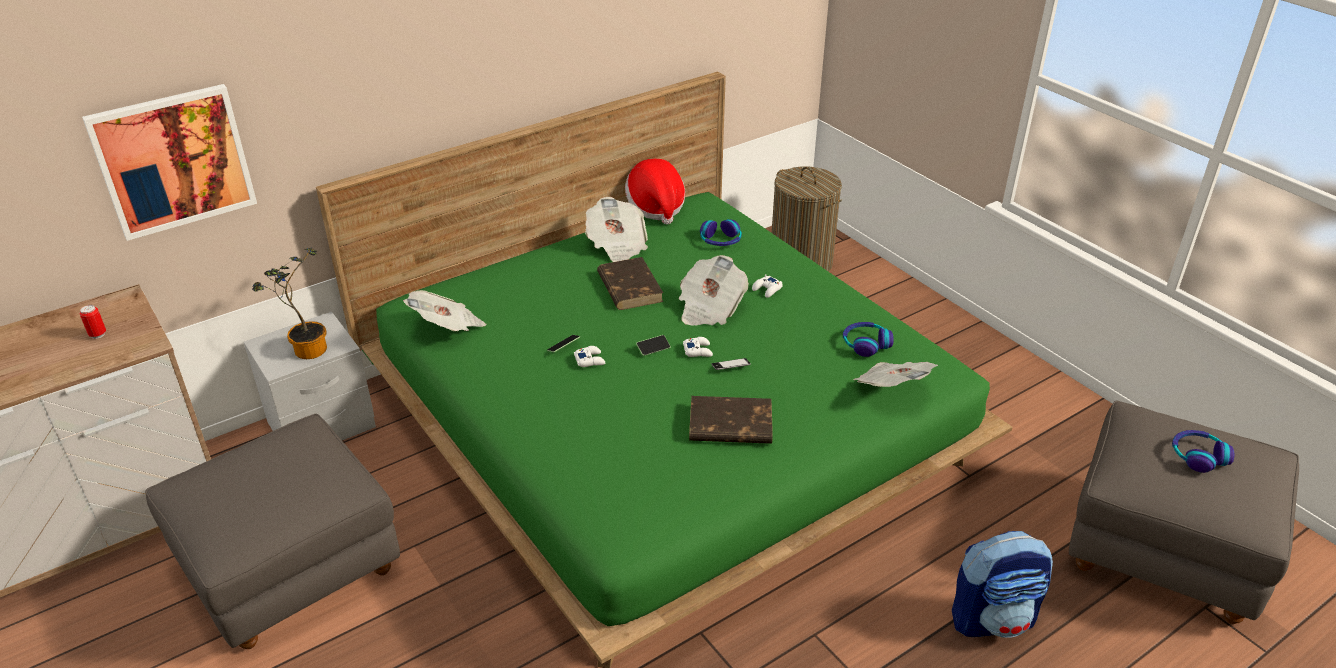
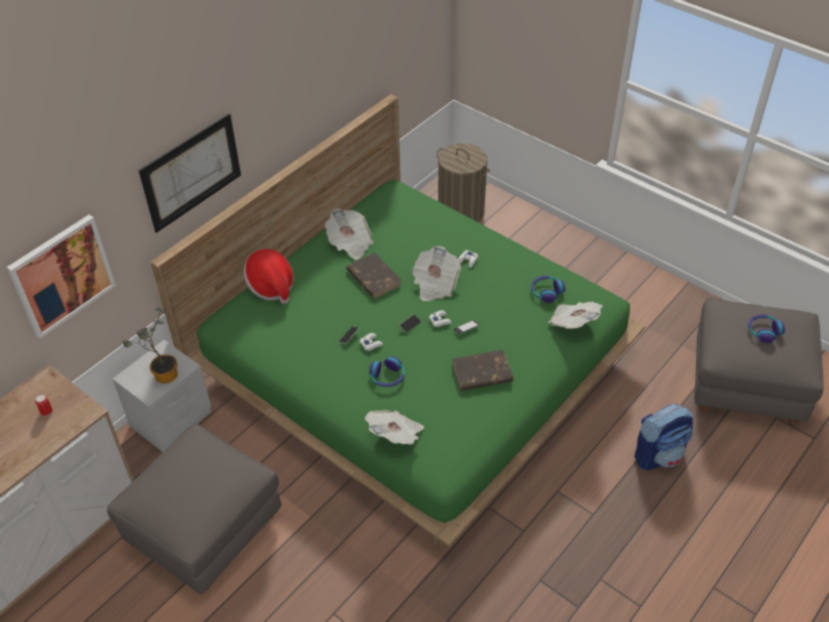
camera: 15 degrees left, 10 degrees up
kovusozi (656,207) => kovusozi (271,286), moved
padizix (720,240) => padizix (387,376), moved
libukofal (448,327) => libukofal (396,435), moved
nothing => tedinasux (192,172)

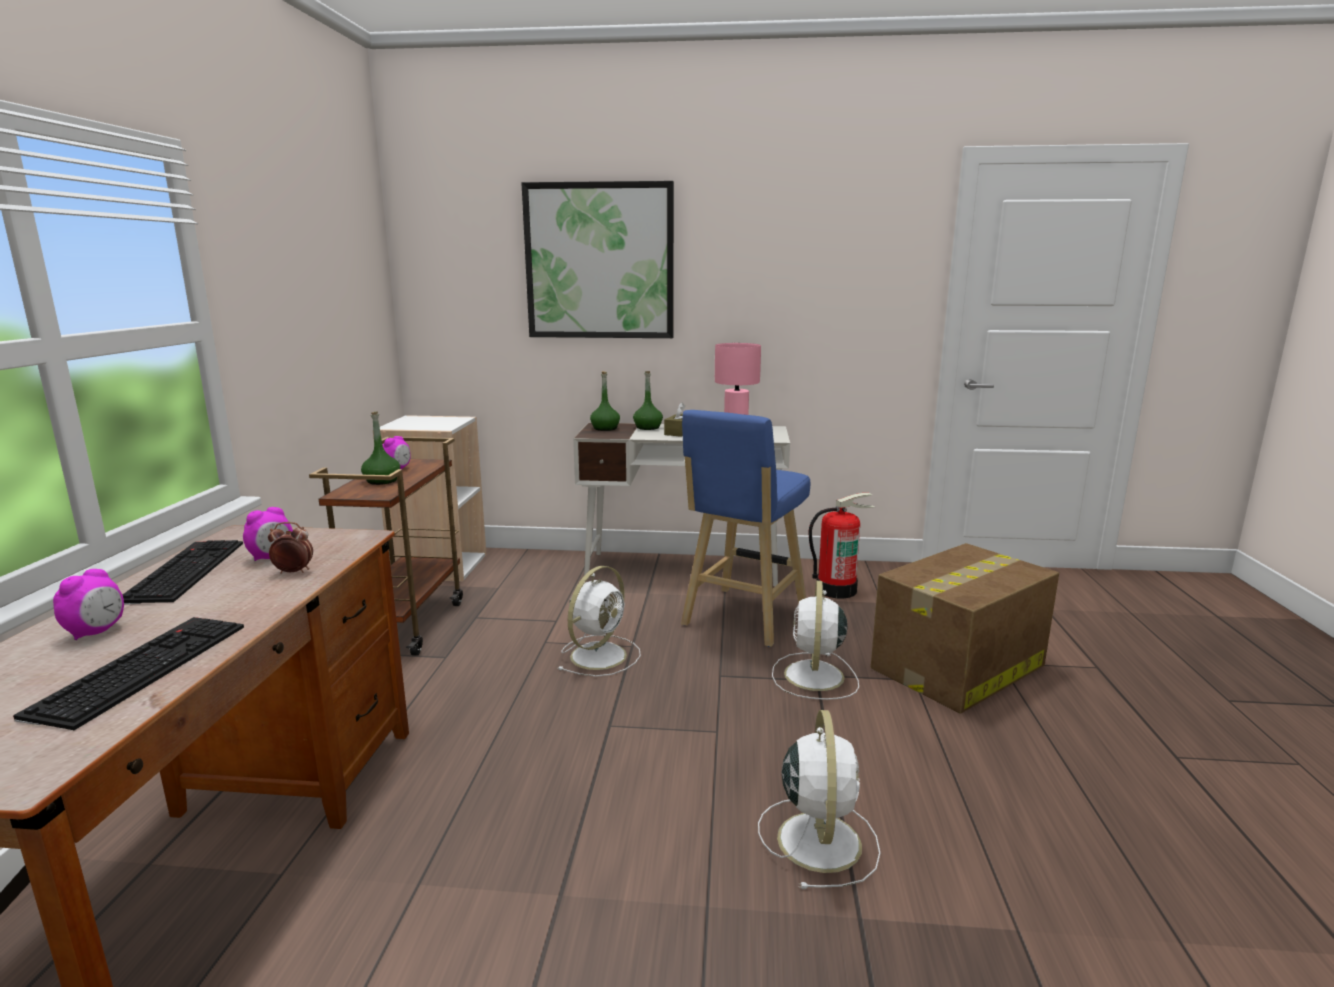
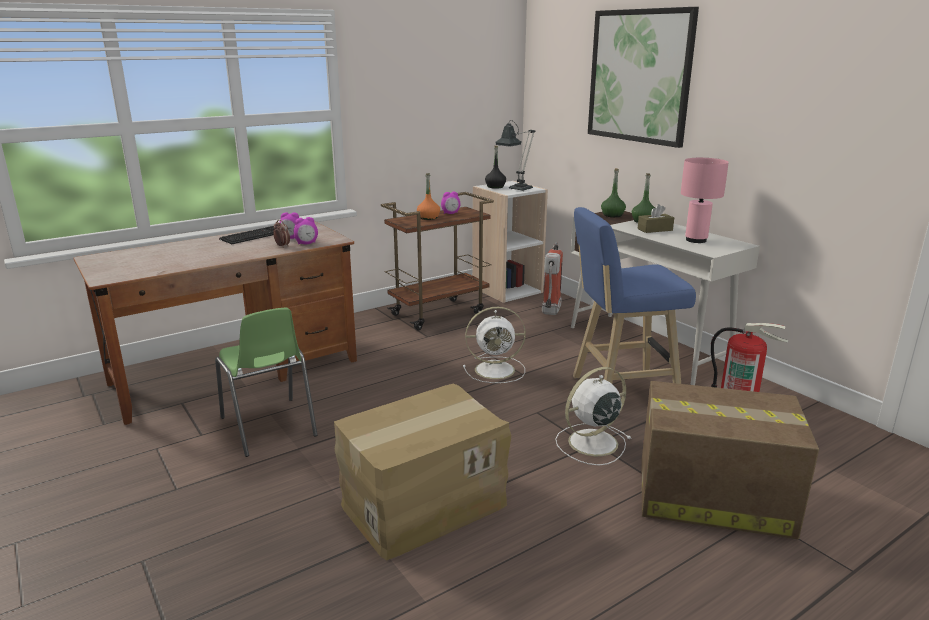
camera: 50 degrees right, 5 degrees up
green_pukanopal (382,481) => orange_pukanopal (428,218)
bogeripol (96,632) => bogeripol (306,244), moved
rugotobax (141,667) => nothing
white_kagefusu (818,839) => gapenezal (422,504)
nothing => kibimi (517,190)
nothing => black_pukanopal (495,187)
nothing => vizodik (550,312)
nothing => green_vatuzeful (269,427)

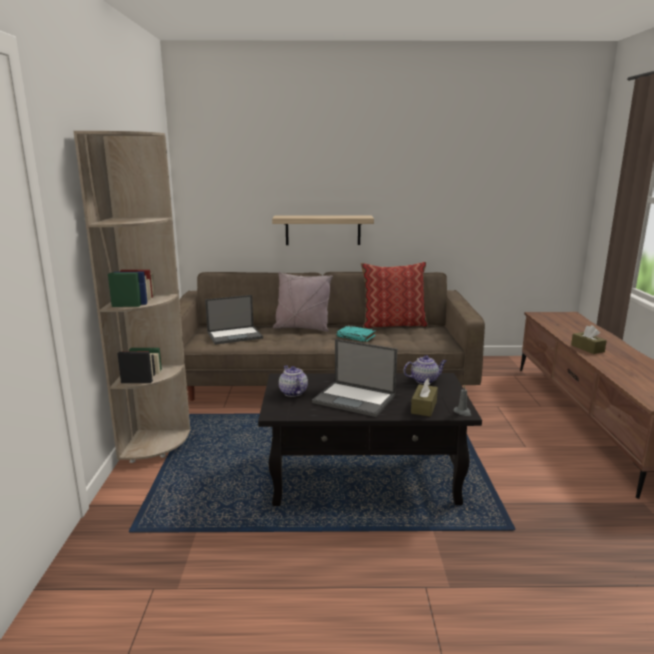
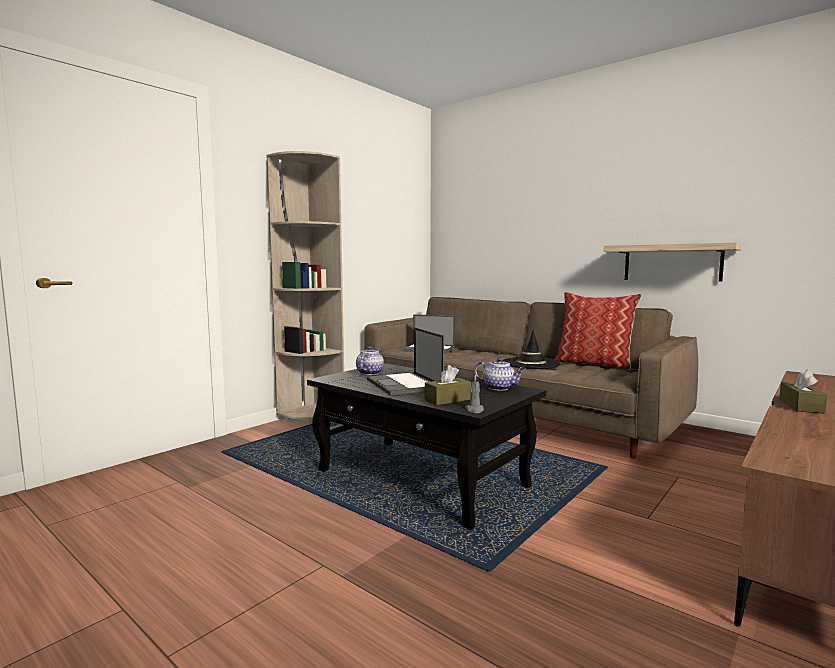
camera: 40 degrees right, 10 degrees down
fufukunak (323,230) => fufukunak (672,262), moved
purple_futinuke (302,328) => nothing
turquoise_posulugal (356,336) => black_kovusozi (531,363)

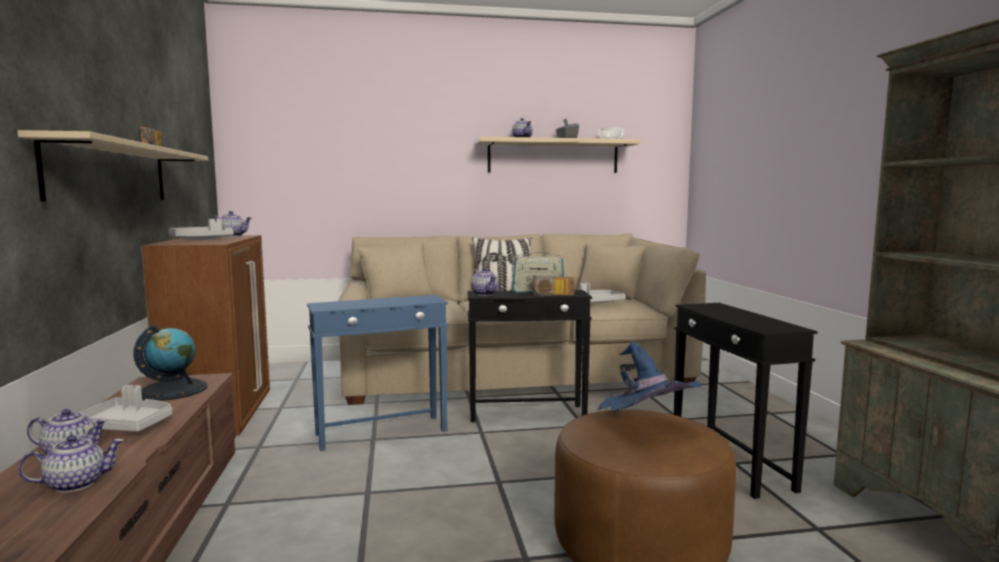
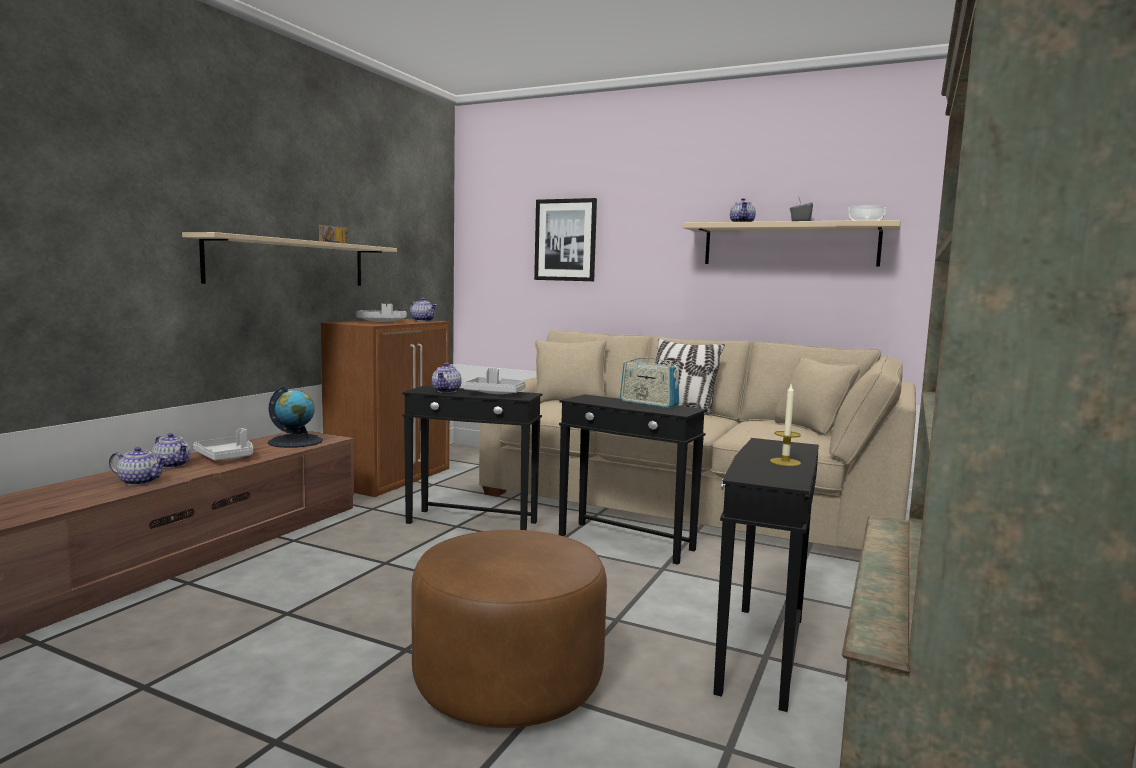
camera: 35 degrees right, 0 degrees up
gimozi (485,294) => gimozi (447,391), moved
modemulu (552,295) => nothing
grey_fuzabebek (597,302) => grey_fuzabebek (495,393), moved
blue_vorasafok (382,432) => black_vorasafok (472,523)
blue_kovusozi (645,426) => nothing
nothing => tedinasux (565,240)
nothing => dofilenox (785,462)

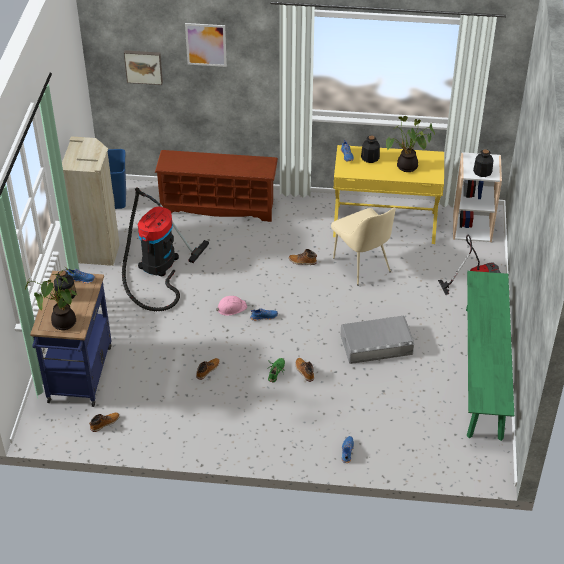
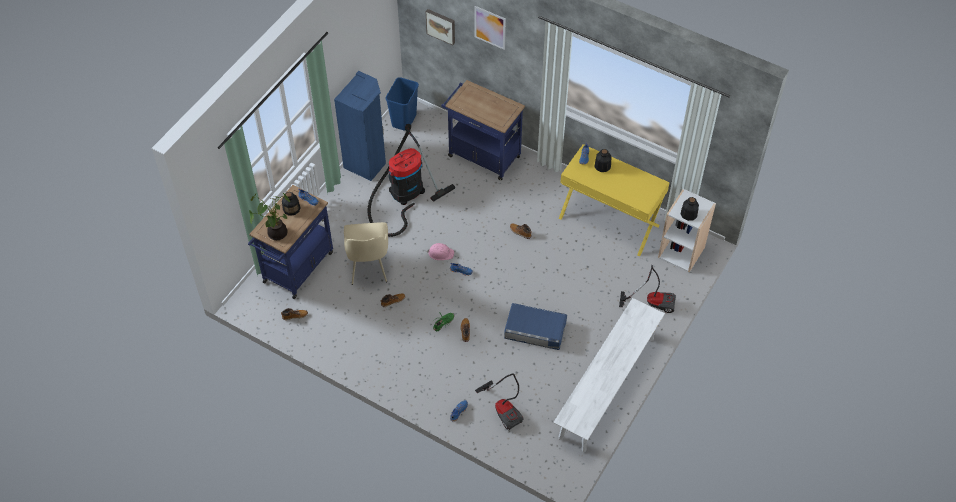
camera: 25 degrees right, 10 degrees up
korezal (406,167) => nothing
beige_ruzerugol (97,248) => blue_ruzerugol (367,161)
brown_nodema (219,206) => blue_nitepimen (482,156)
beige_vatuzeful (362,265) => beige_vatuzeful (369,267), moved
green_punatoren (483,371) => white_punatoren (607,387)
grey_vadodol (376,345) => blue_vadodol (535,330)
nothing => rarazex (504,409)

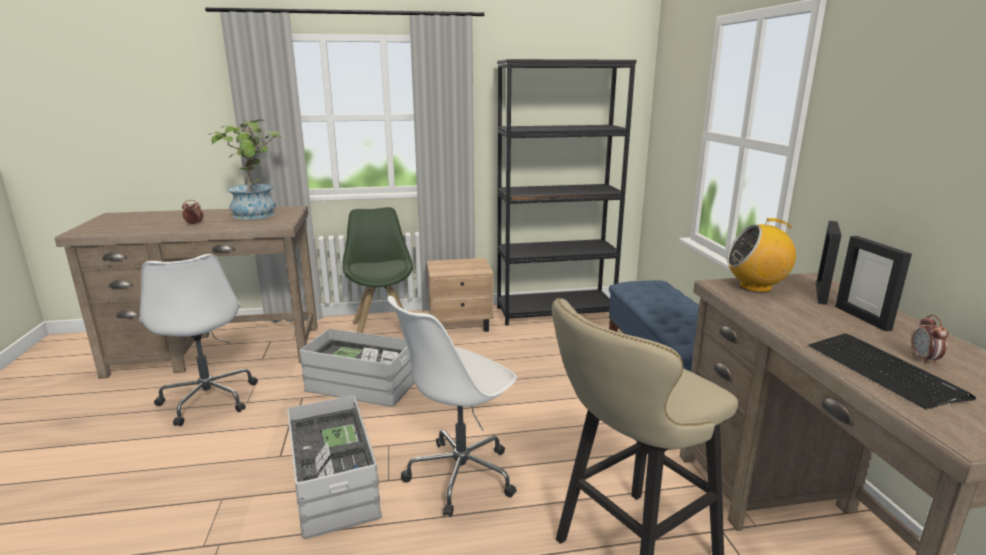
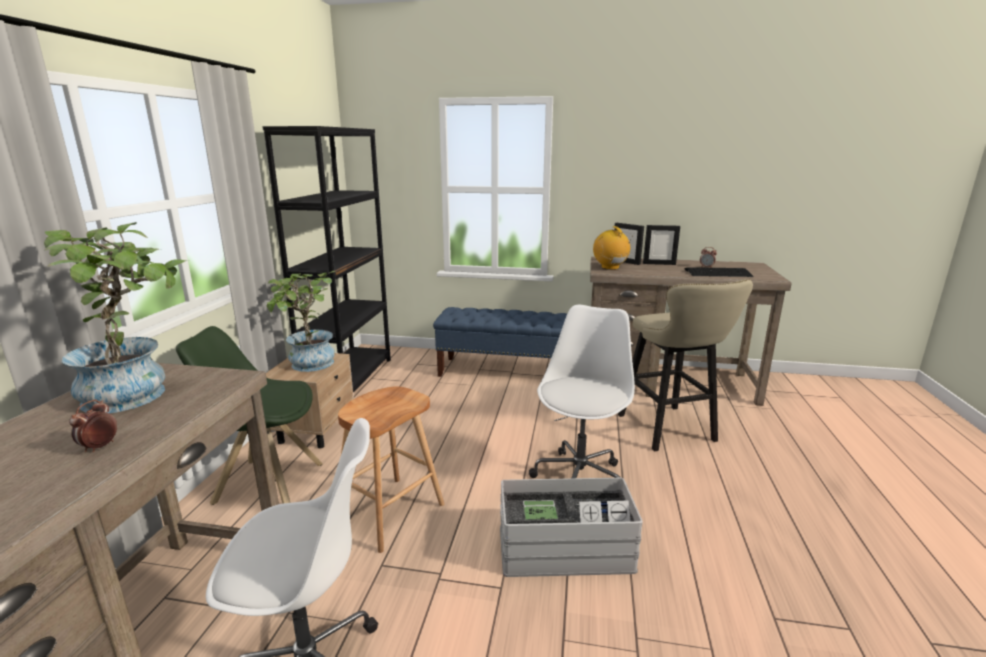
camera: 70 degrees left, 0 degrees up
modemulu (756,287) => modemulu (610,267), 135 degrees clockwise
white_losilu (458,477) => white_losilu (580,477), 135 degrees counterclockwise
grey_vadodol (361,384) => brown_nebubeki (389,513)
nothing => korezal (309,366)

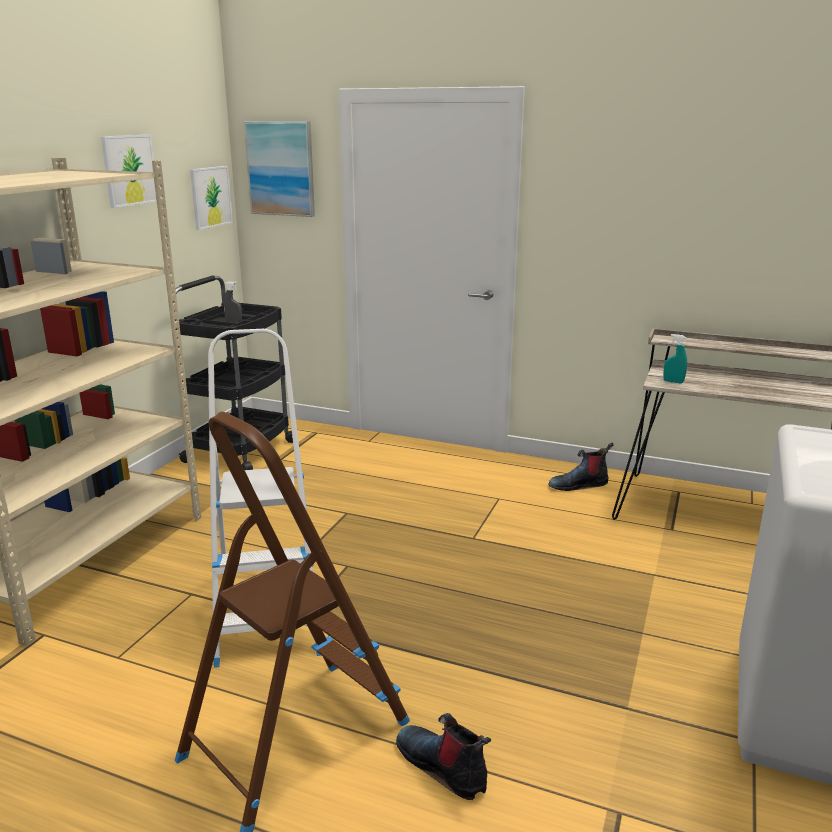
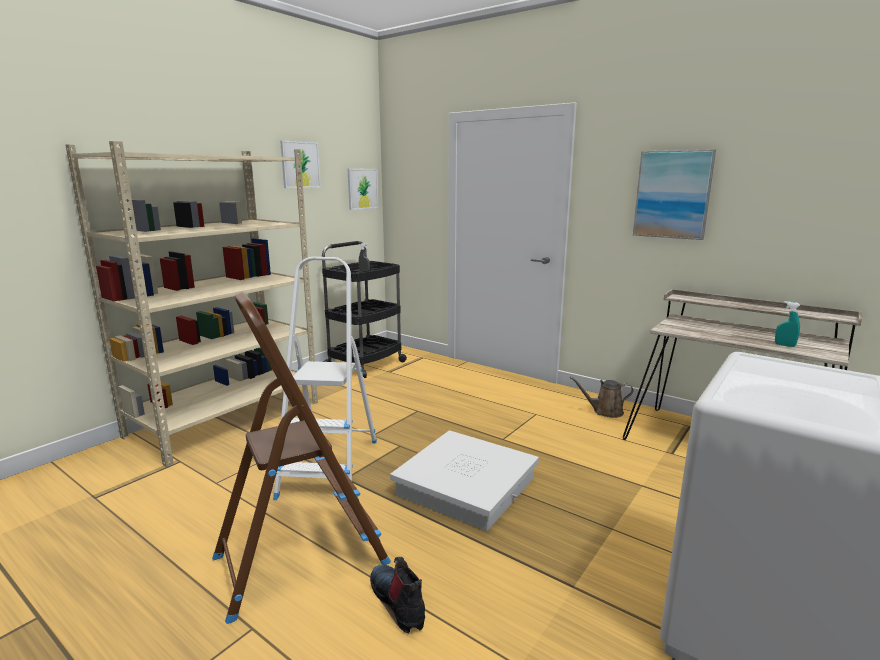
camera: 15 degrees right, 5 degrees down
tedinasux (281,168) => tedinasux (672,194), moved
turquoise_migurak (673,382) => turquoise_migurak (784,345), moved
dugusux (578,485) => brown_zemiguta (605,411)
nothing => white_vadodol (466,486)

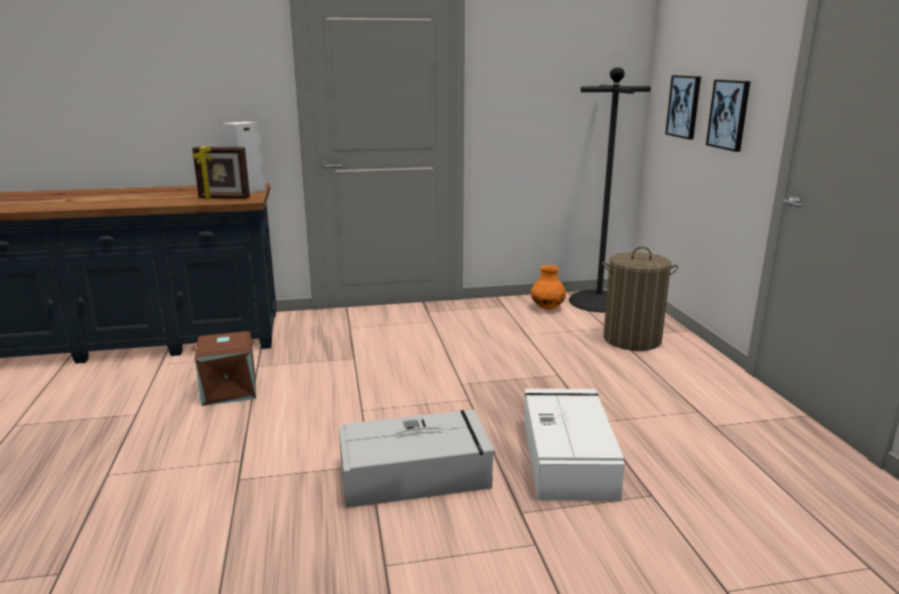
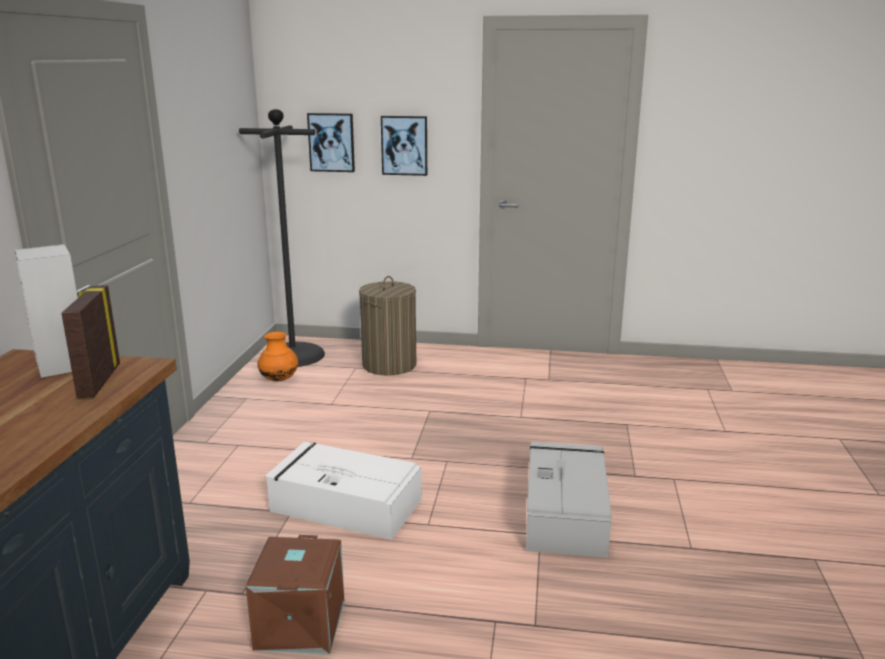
camera: 70 degrees left, 0 degrees up
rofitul (224,198) => rofitul (98,381), 150 degrees clockwise
white_vadodol (567,456) => white_vadodol (344,504), moved

